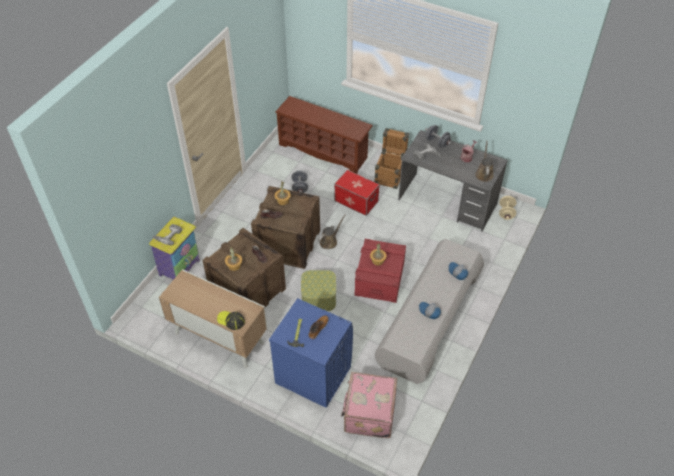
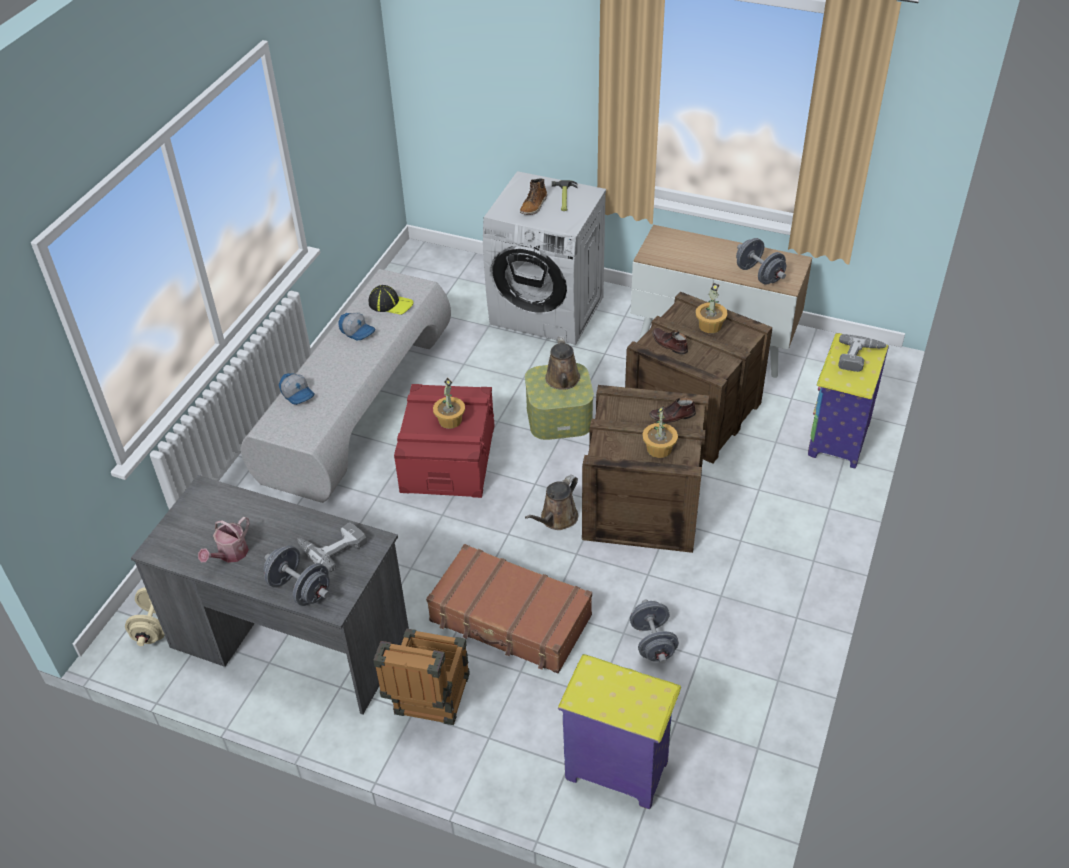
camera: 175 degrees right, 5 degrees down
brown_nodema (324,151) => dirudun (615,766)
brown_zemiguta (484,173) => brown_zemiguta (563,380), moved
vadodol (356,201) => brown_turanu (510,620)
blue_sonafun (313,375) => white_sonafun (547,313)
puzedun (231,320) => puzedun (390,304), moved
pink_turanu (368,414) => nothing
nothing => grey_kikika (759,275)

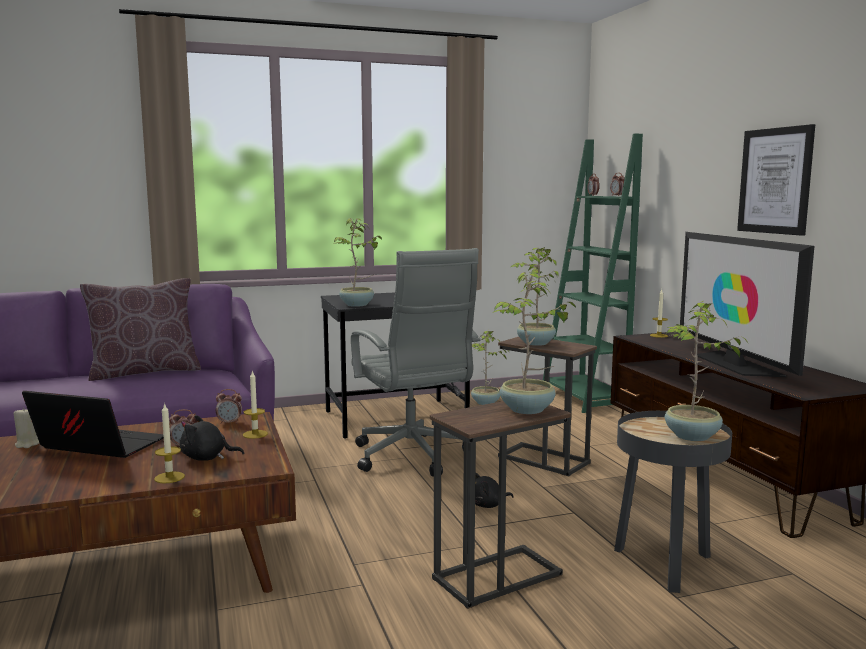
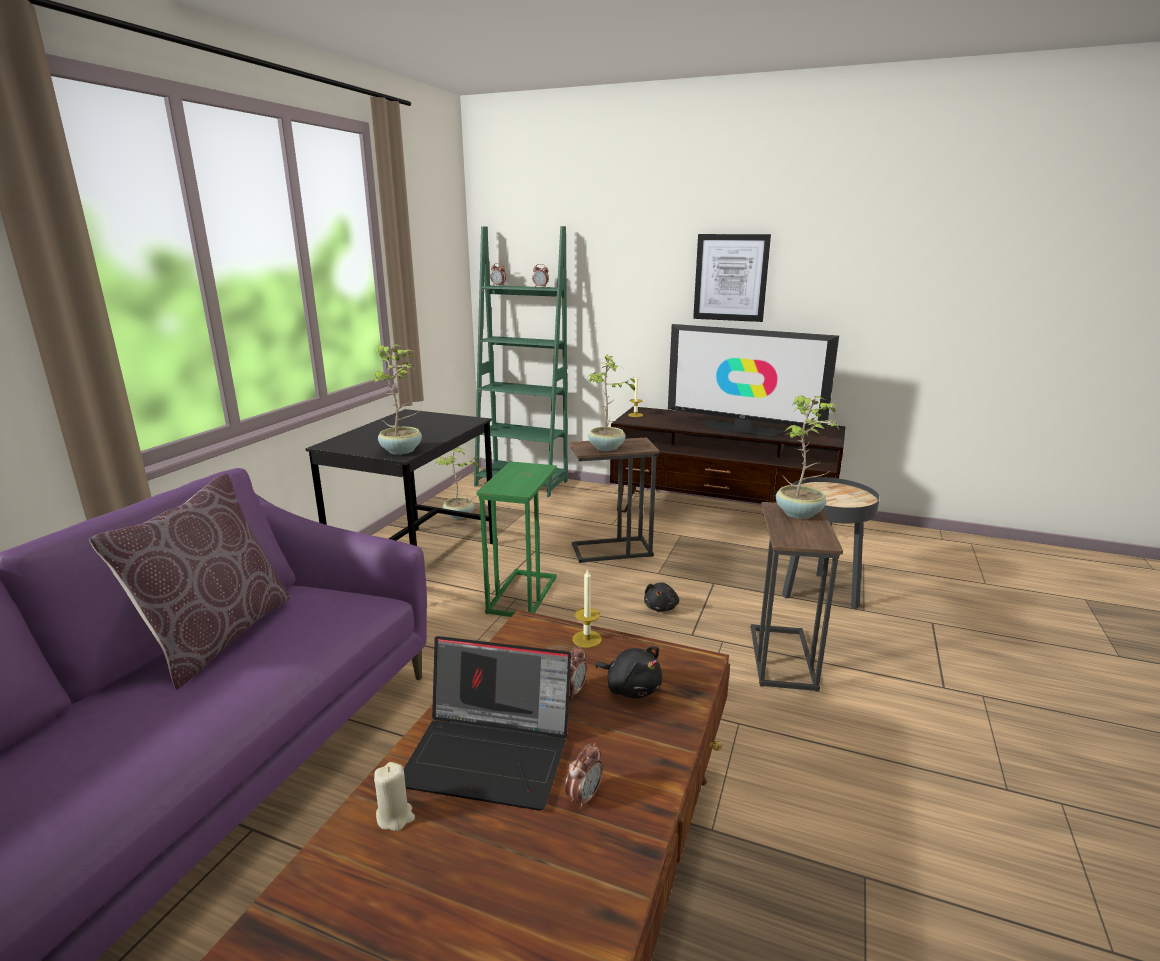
camera: 50 degrees left, 10 degrees up
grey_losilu (413,457) => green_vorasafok (522,595)
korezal (692,436) => nothing
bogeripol (229,423) => bogeripol (584,797), moved
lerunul (97,447) => lerunul (491,755), 135 degrees counterclockwise
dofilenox (169,477) => nothing
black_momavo (207,458) => black_momavo (631,688), 90 degrees counterclockwise

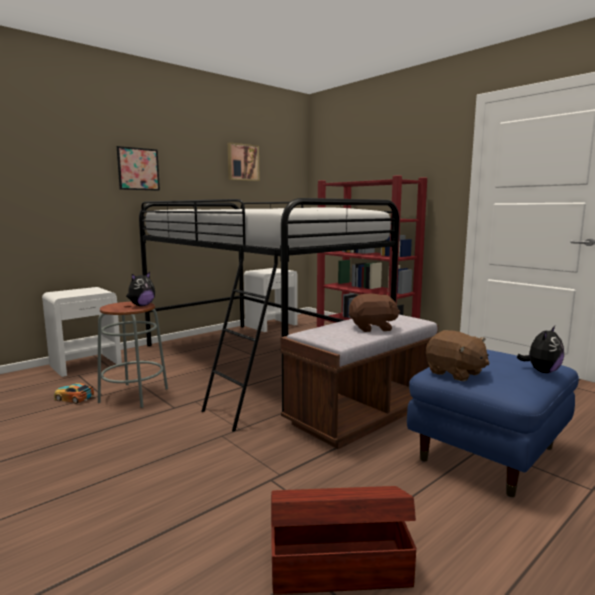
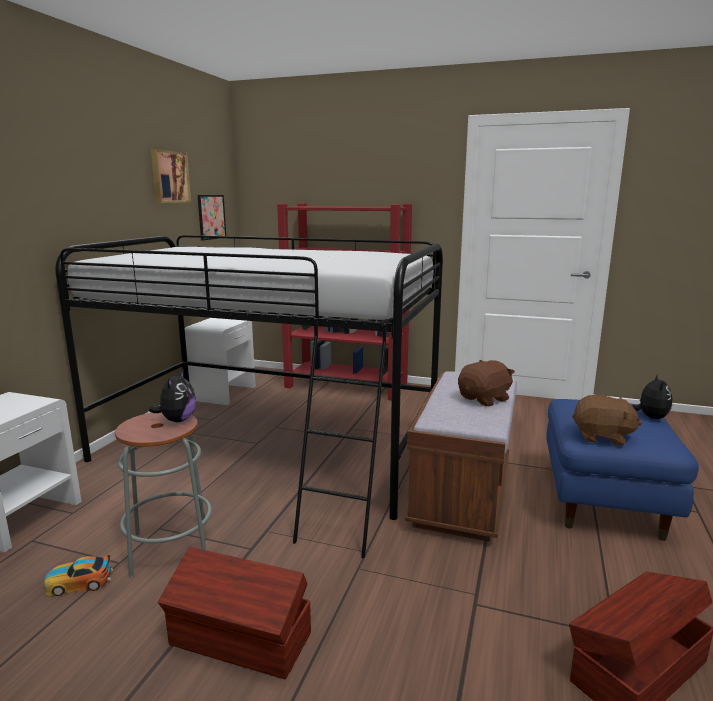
camera: 30 degrees left, 5 degrees up
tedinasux (138,169) => tedinasux (211,217), moved
nothing => brown_vadodol (240,640)

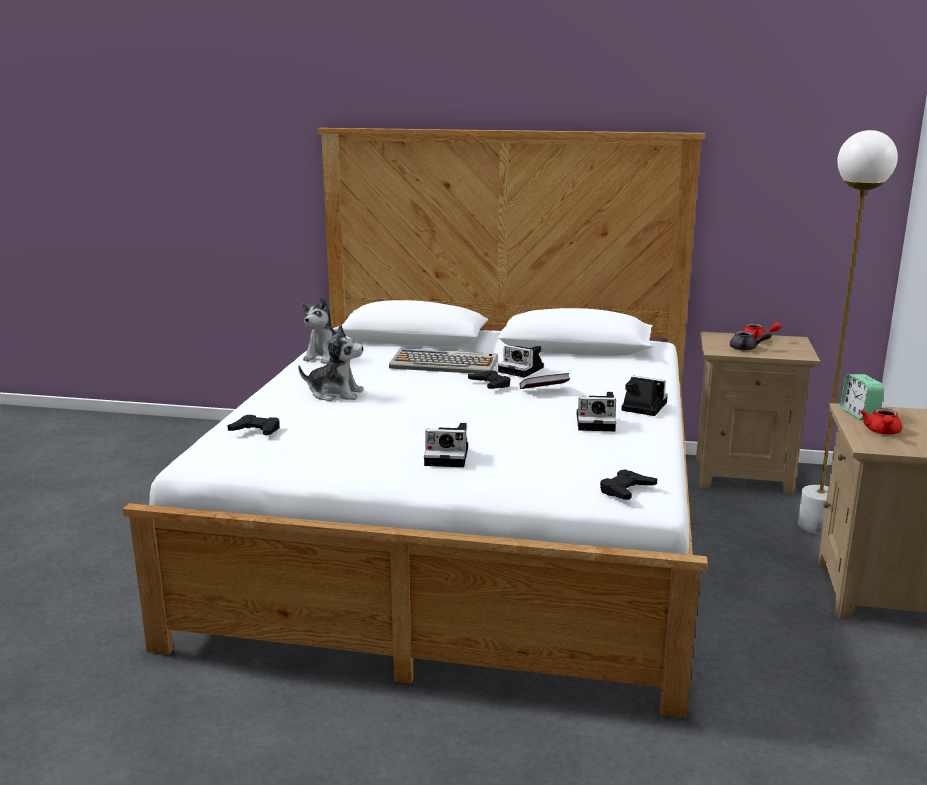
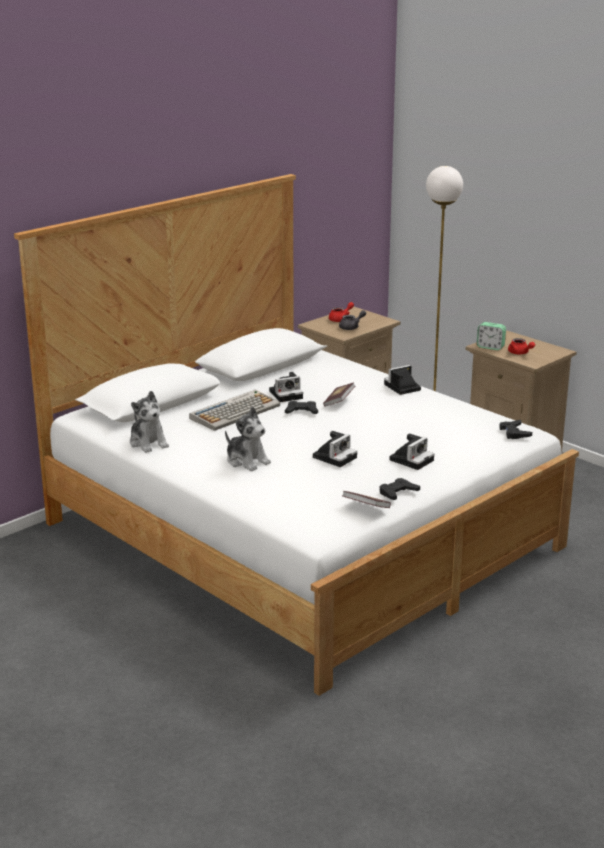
camera: 55 degrees left, 5 degrees up
momavo (335,394) => momavo (247,461), 90 degrees clockwise
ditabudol (597,422) => ditabudol (335,457), moved
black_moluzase (256,430) => black_moluzase (398,492), moved
nothing => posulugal (366,508)

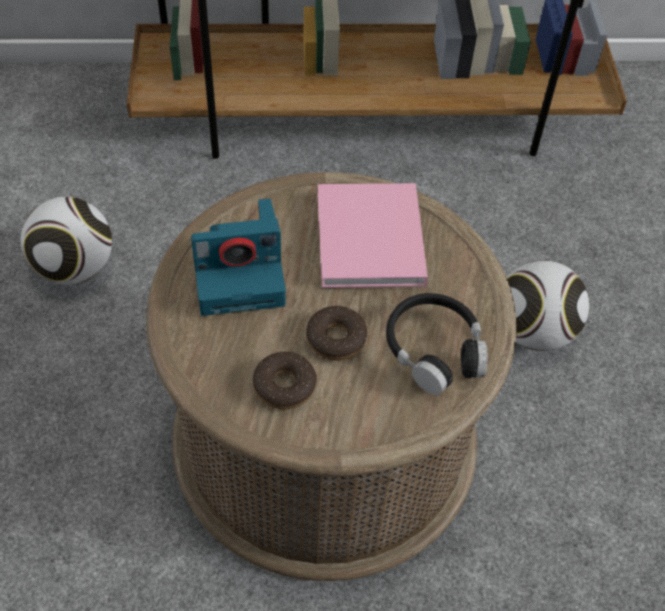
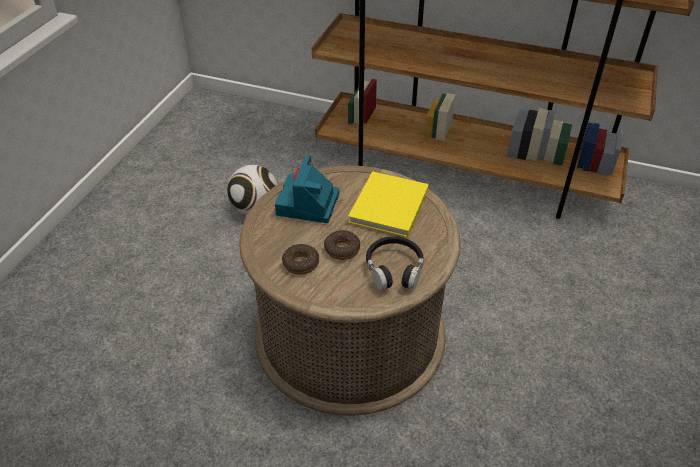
camera: 25 degrees right, 10 degrees down
pink_posulugal (370,242) => yellow_posulugal (388,208)
ditabudol (241,273) => ditabudol (308,204), 90 degrees clockwise
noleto (534,331) => nothing

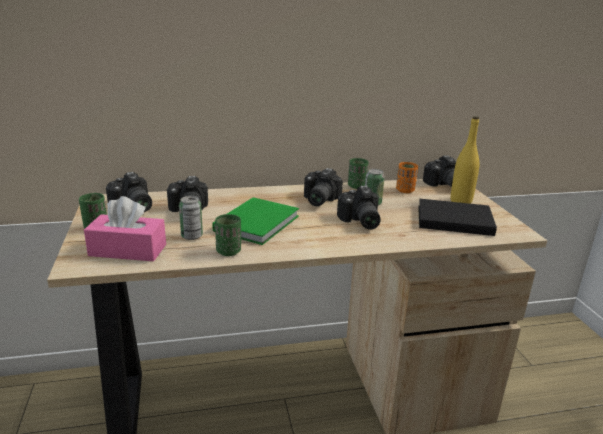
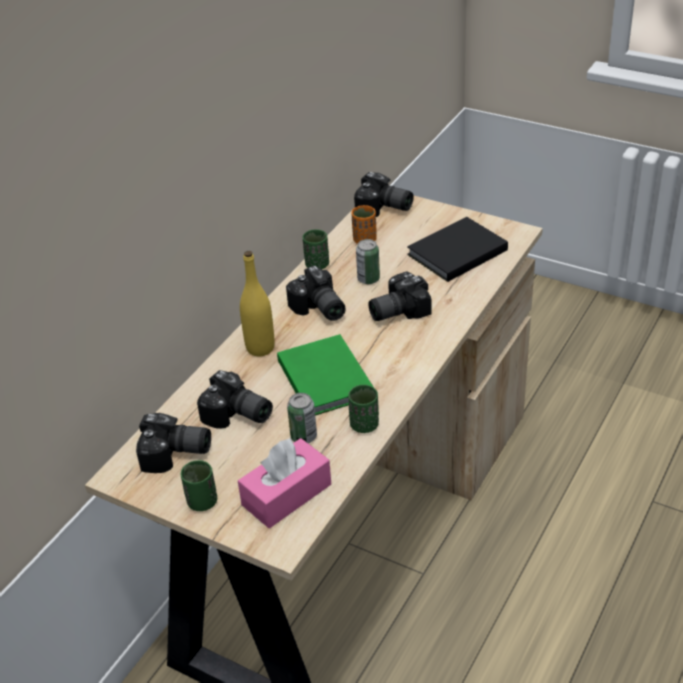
camera: 45 degrees left, 15 degrees up
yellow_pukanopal (460,201) => yellow_pukanopal (260,348), moved
ditabudol (359,221) => ditabudol (396,310), 120 degrees clockwise

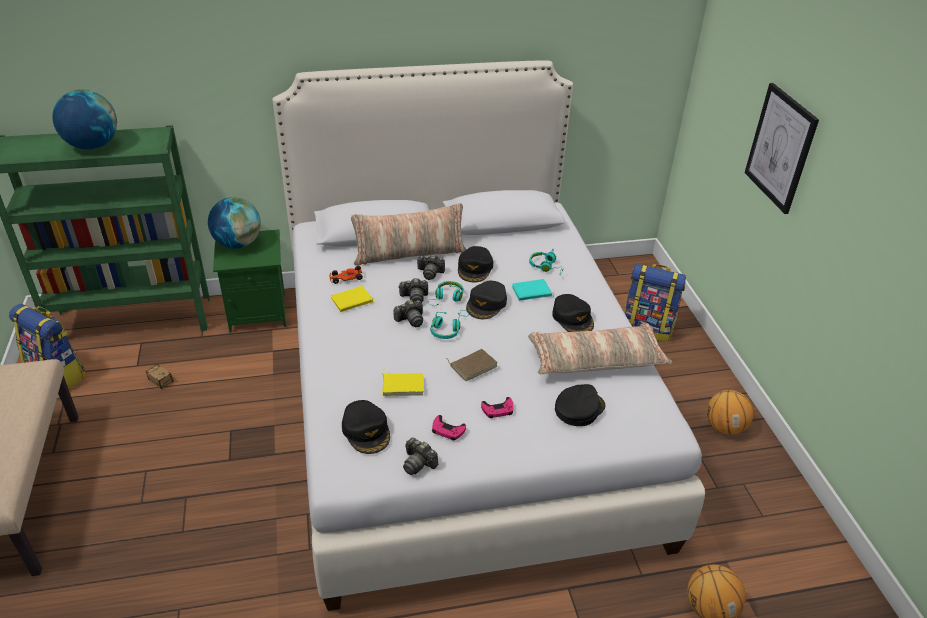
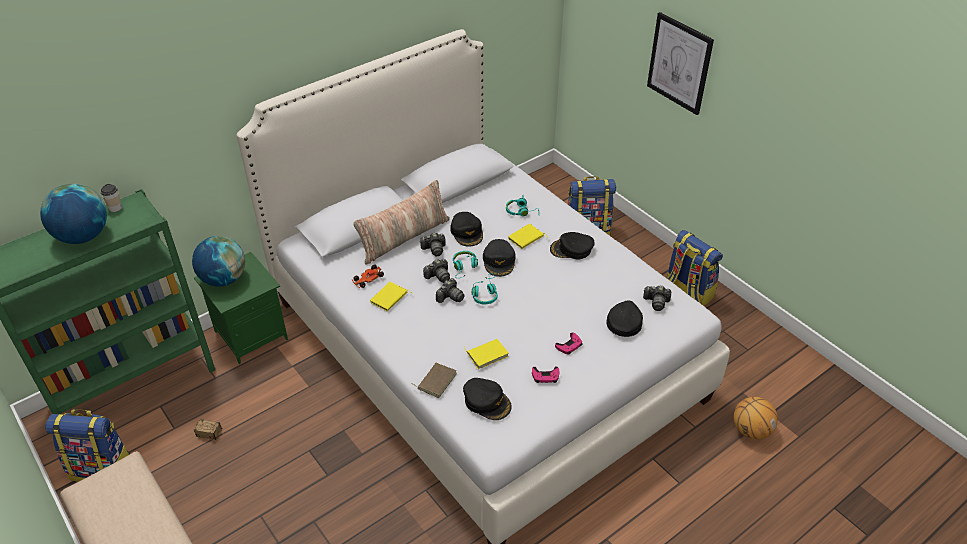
camera: 25 degrees left, 5 degrees up
turquoise_posulugal (531,292) => yellow_posulugal (526,238)
black_puzedun (573,318) => black_puzedun (571,249), 135 degrees clockwise
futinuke (595,360) => nothing
brown_posulugal (473,365) => brown_posulugal (436,381), moved
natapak (724,427) => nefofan (687,292)
ditabudol (418,463) => ditabudol (656,302), moved
nothing => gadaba (115,208)

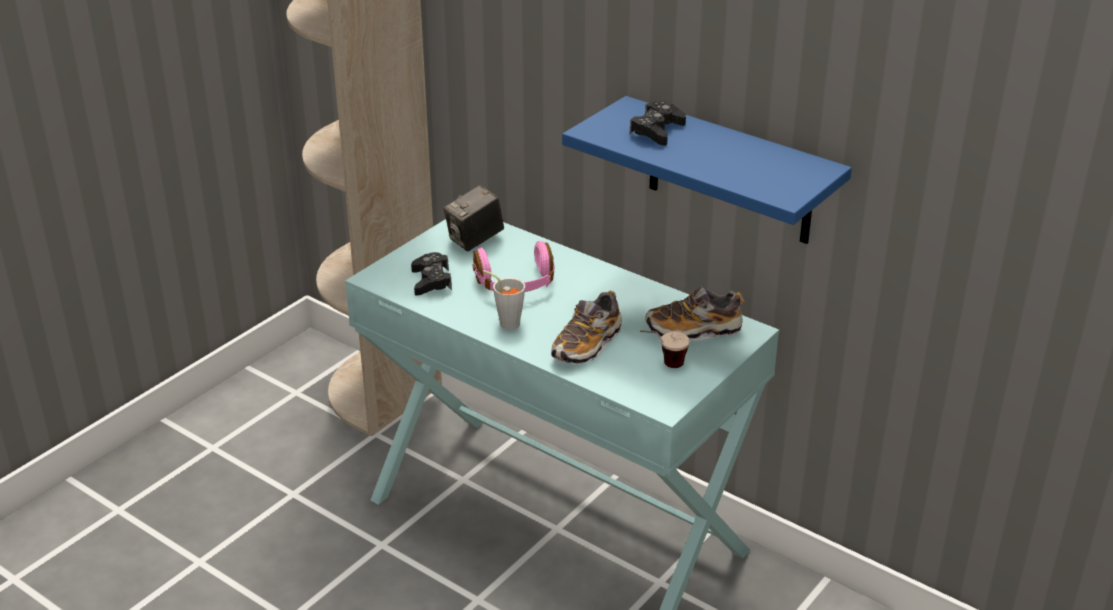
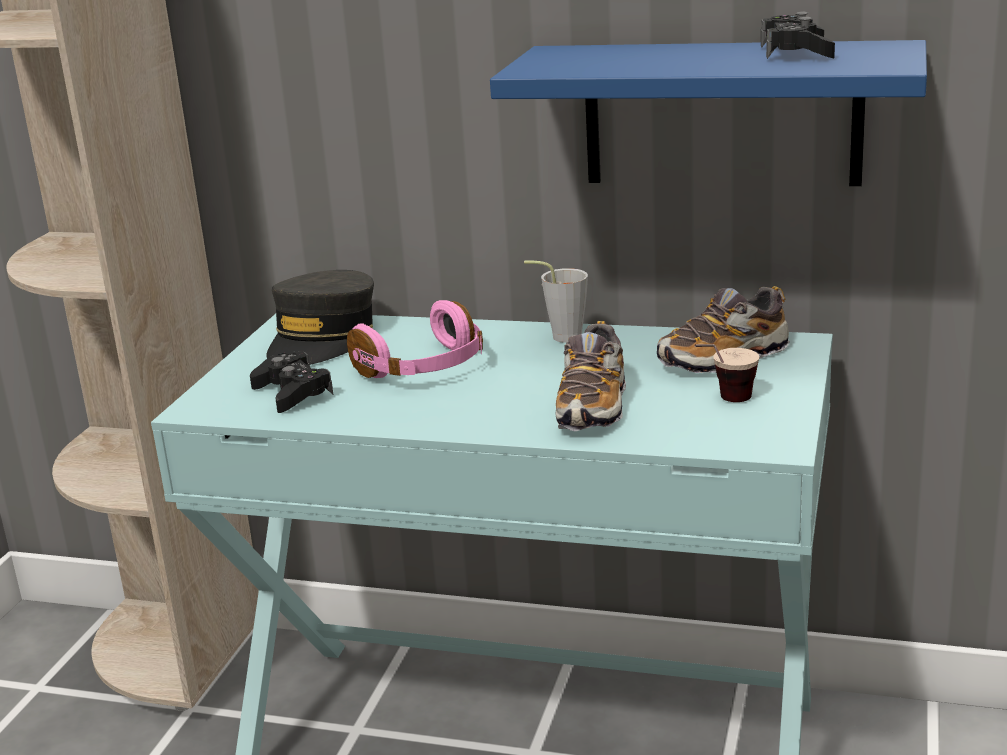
camera: 20 degrees left, 10 degrees down
black_moluzase (657,131) => black_moluzase (796,52), moved
ditabudol (475,240) => grey_puzedun (322,339)
grey_gadaba (505,322) => grey_gadaba (560,337), moved

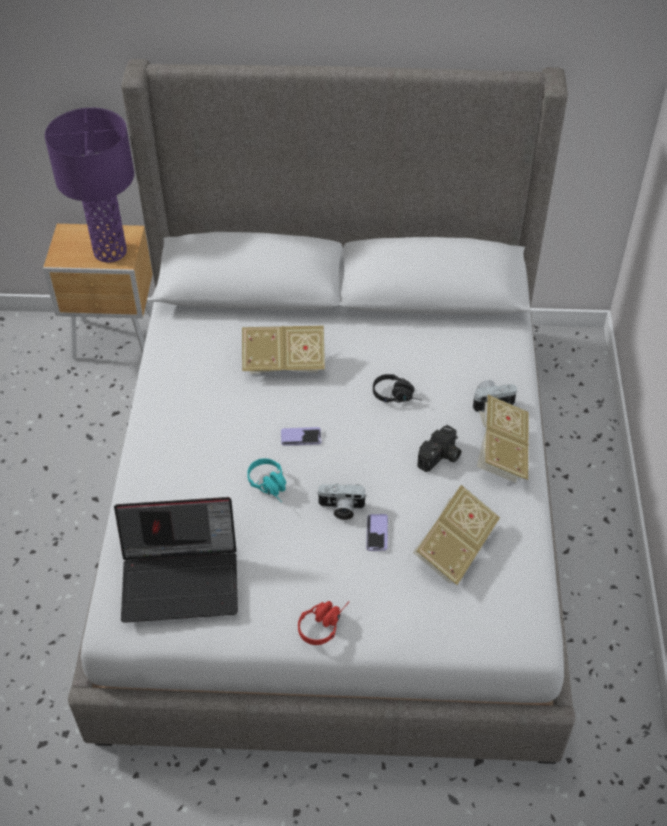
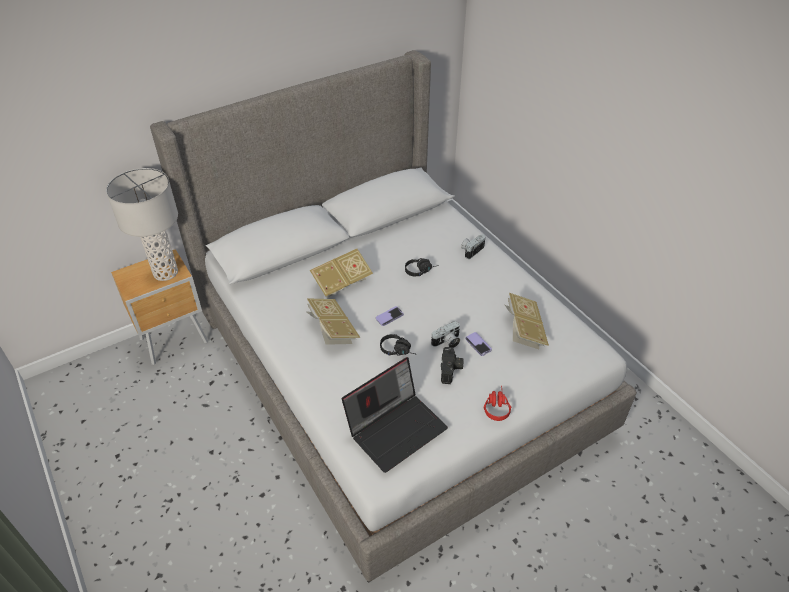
camera: 35 degrees left, 5 degrees down
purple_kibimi (110,251) => white_kibimi (165,272)
posulugal (501,452) => posulugal (332,331), moved
ditabudol (440,458) => ditabudol (451,370), moved
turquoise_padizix (271,486) => black_padizix (398,350)

